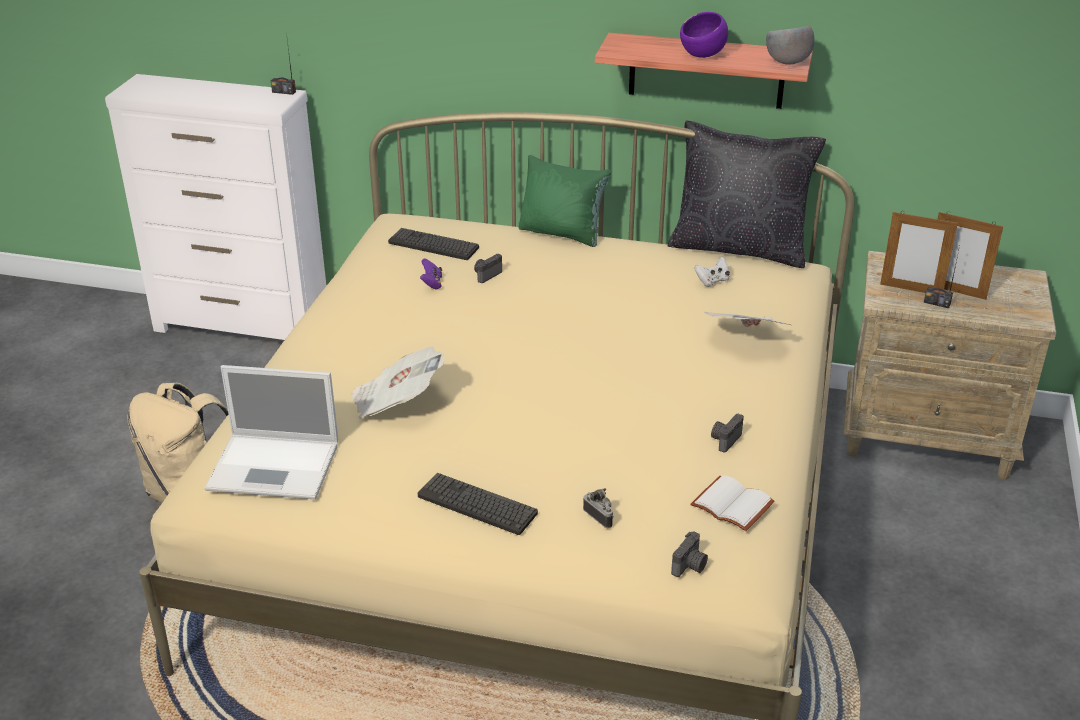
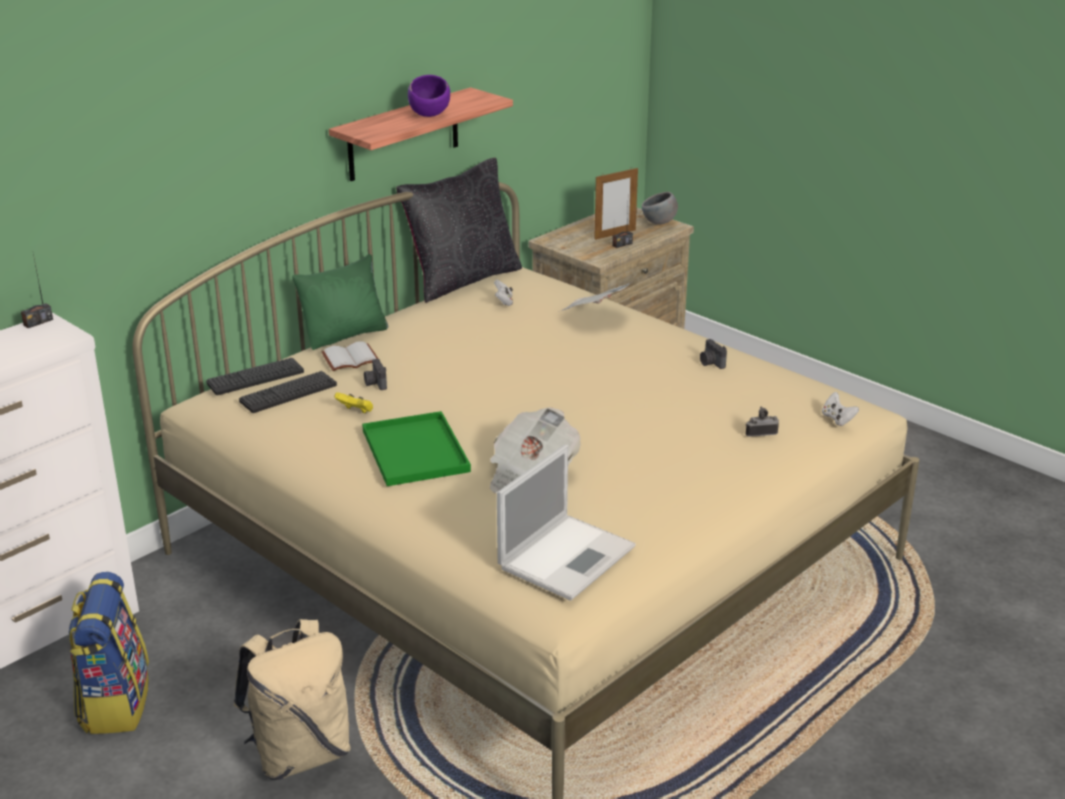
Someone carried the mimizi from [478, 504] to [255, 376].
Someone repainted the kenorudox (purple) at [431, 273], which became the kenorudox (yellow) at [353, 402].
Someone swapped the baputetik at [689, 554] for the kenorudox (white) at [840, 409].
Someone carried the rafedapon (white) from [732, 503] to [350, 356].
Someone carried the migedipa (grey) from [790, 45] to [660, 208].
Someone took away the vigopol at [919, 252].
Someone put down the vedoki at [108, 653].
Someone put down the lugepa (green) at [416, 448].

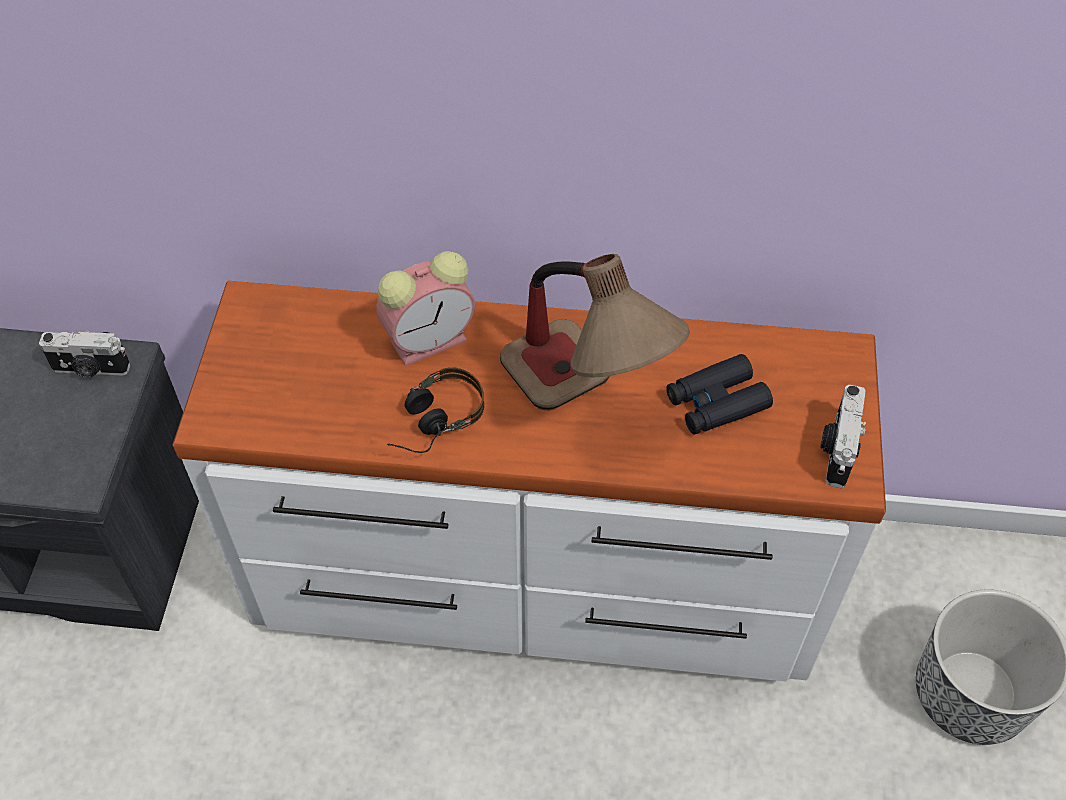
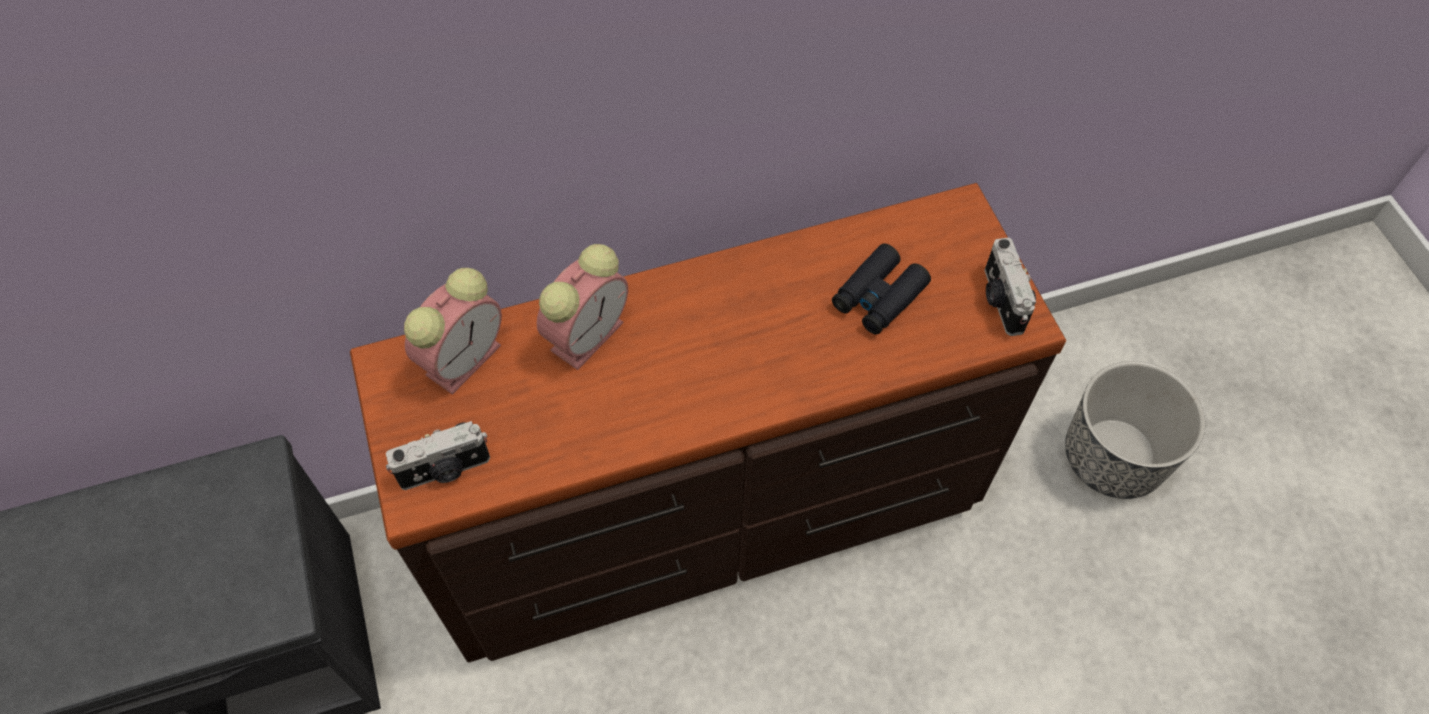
Someone carried the baputetik from [85, 354] to [438, 455].
Someone repainted the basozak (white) at [529, 481], which became the basozak (brown) at [708, 423].
Someone took away the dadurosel at [435, 410].
Someone took away the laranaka at [595, 332].
Someone put down the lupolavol at [453, 331].

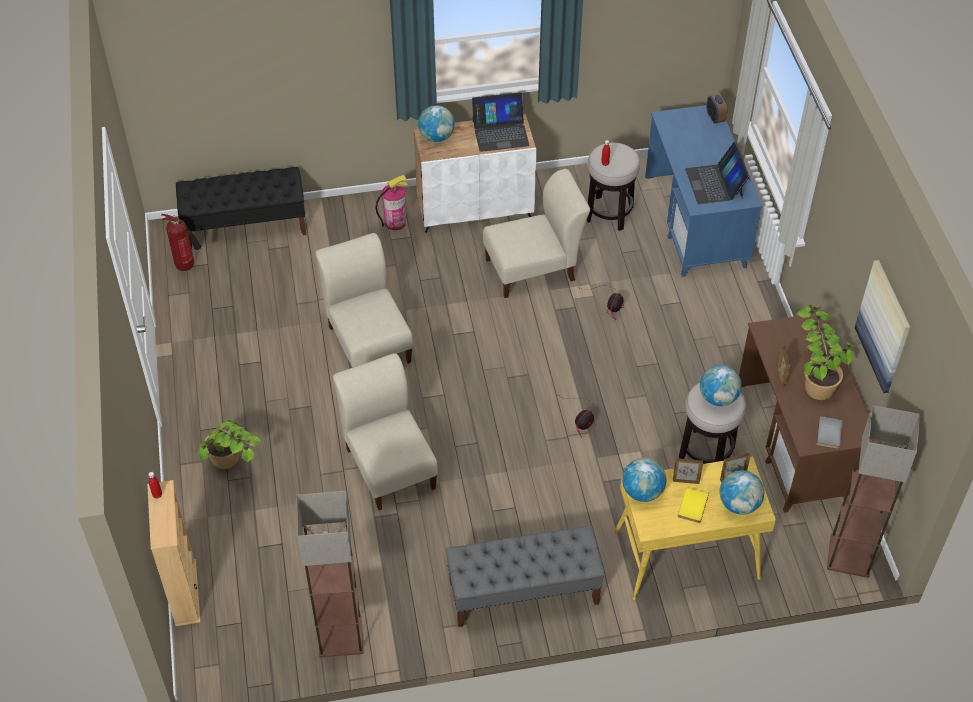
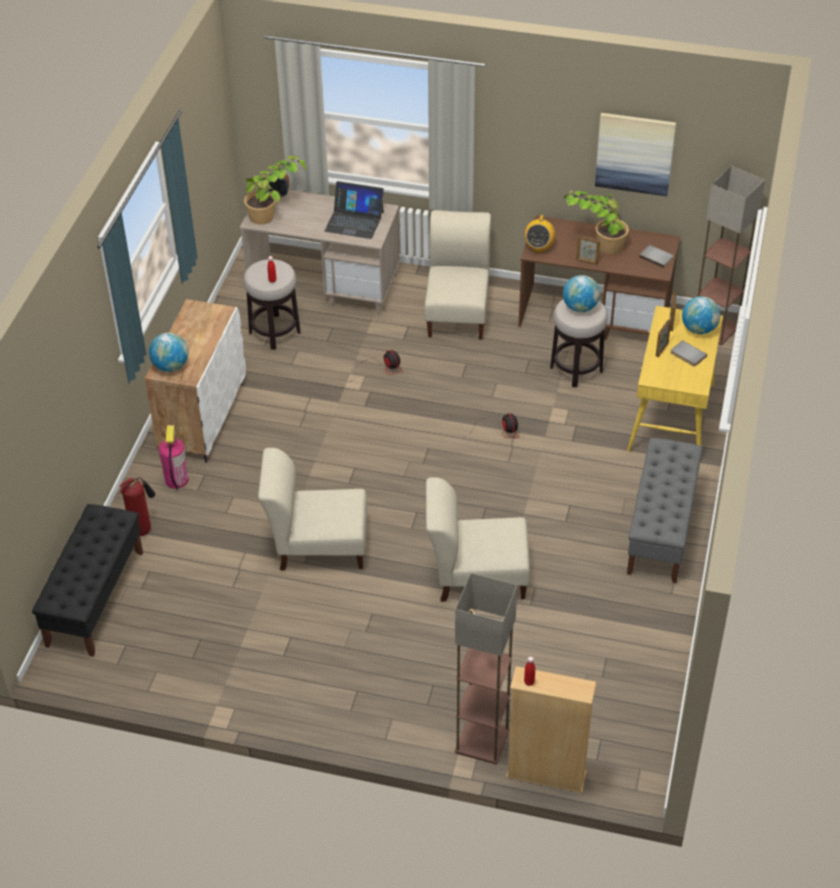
Someone carried the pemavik from [181, 242] to [137, 506].
Someone carried the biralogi from [229, 443] to [275, 190].
Someone carried the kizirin from [330, 574] to [486, 668].
Someone took away the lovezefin at [501, 122].
Someone carried the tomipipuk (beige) from [536, 233] to [458, 275].
Someone took away the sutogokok at [644, 480].
Someone repainted the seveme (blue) at [703, 191], which became the seveme (beige) at [320, 252].
Someone repainted the rafedapon (yellow) at [693, 505], which became the rafedapon (grey) at [689, 353].
Someone put down the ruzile at [539, 234].

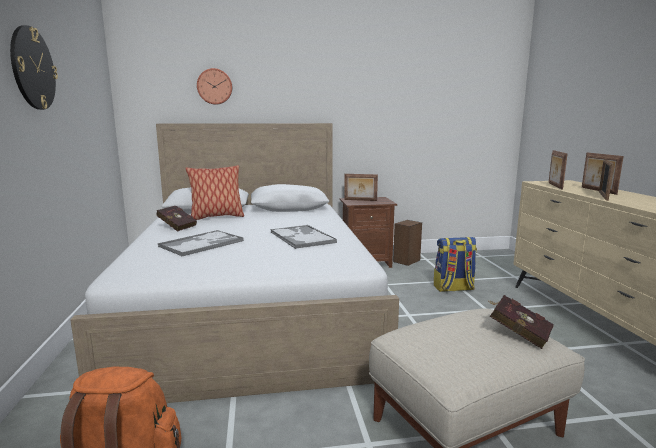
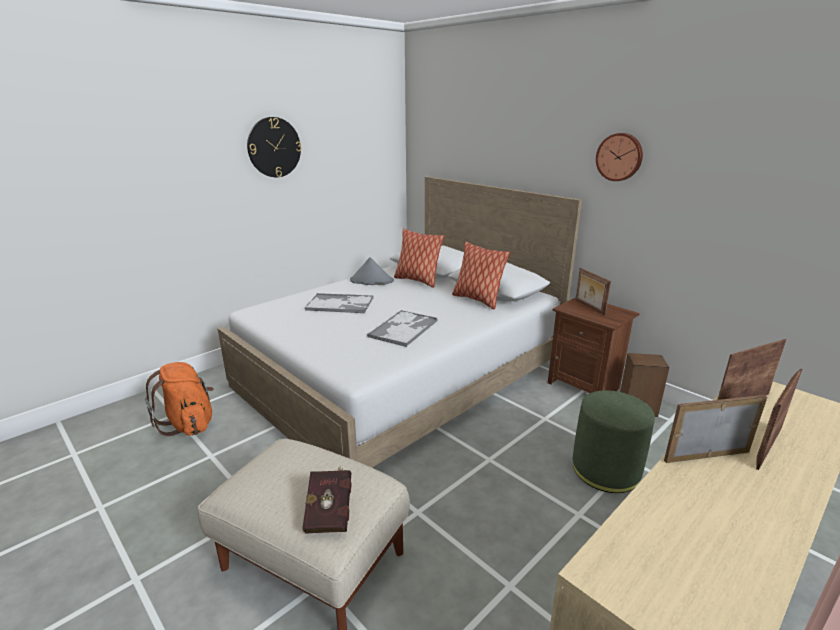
Someone swapped the rafedapon (red) at [176, 218] for the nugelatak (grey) at [372, 271].
Someone carried the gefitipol from [214, 86] to [619, 157].
Someone swapped the vedoki at [455, 264] for the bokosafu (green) at [614, 441].
Someone put down the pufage at [481, 275].

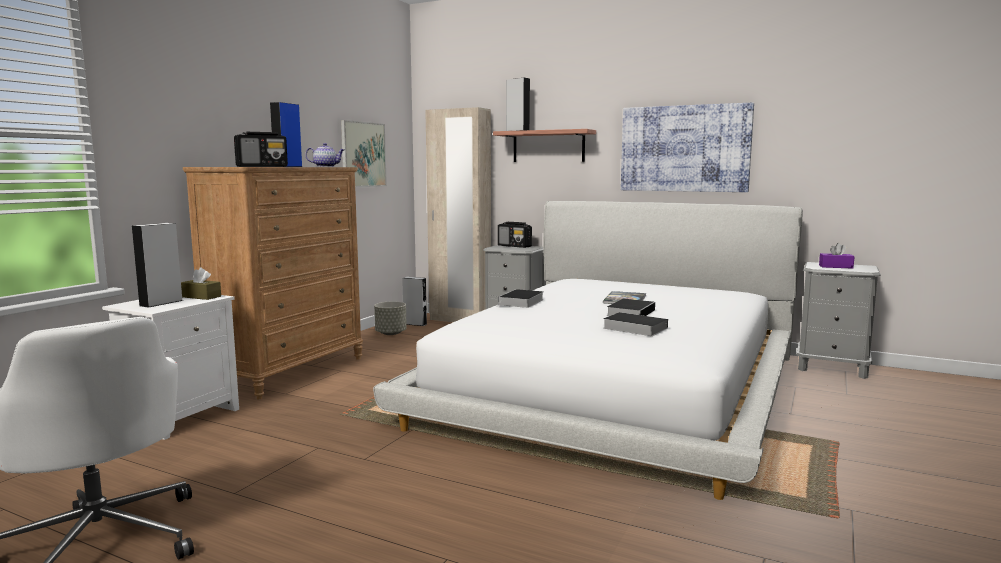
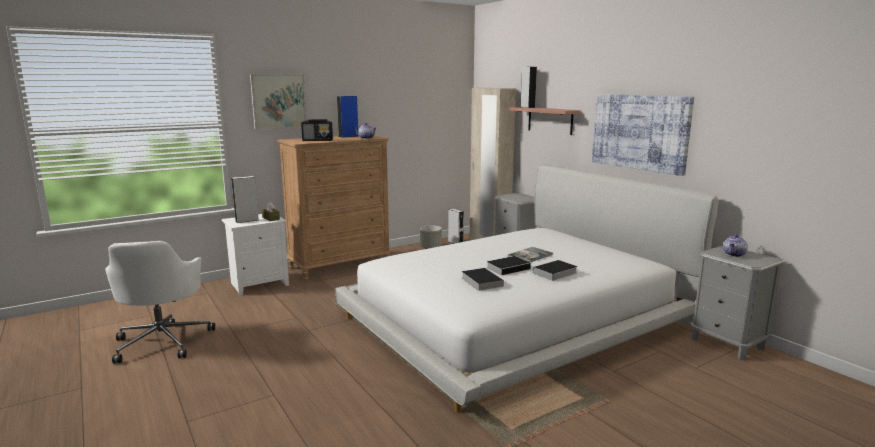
Someone carried the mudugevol from [364, 153] to [278, 102].
Someone carried the rafedapon from [520, 298] to [553, 270].
Someone took away the ruzile at [515, 235].
Someone swapped the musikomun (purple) at [837, 256] for the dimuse at [735, 245].

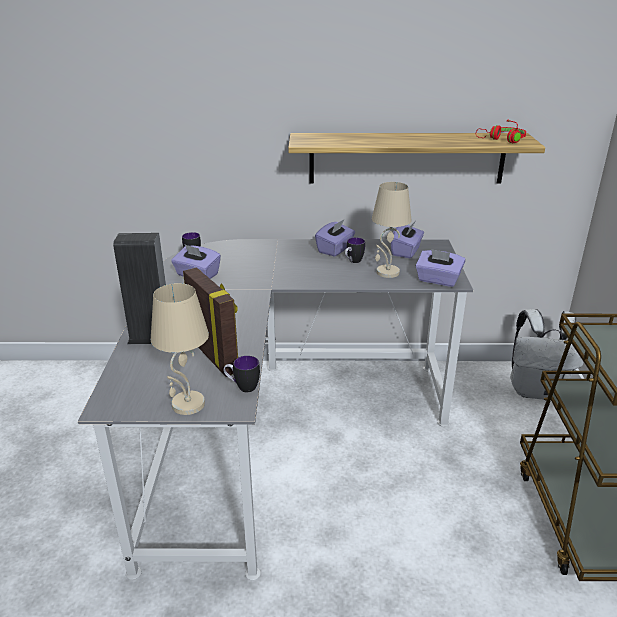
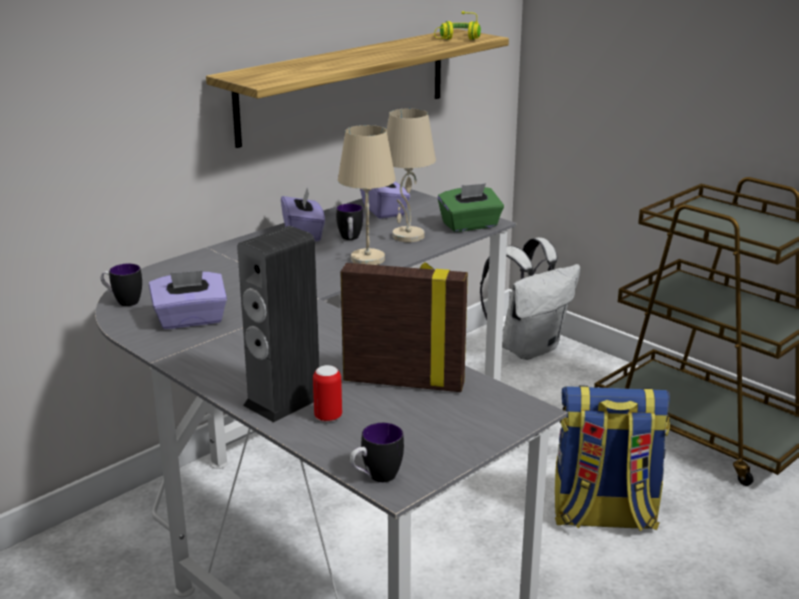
Someone carried the laranaka (beige) from [180, 349] to [367, 195].
Someone carried the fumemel from [242, 374] to [377, 452].
Someone repainted the musikomun (purple) at [441, 268], which became the musikomun (green) at [471, 207].
Someone repainted the dadurosel (red) at [501, 131], which became the dadurosel (yellow) at [457, 25].
Someone put down the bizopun at [327, 393].
Someone put down the vedoki at [612, 458].

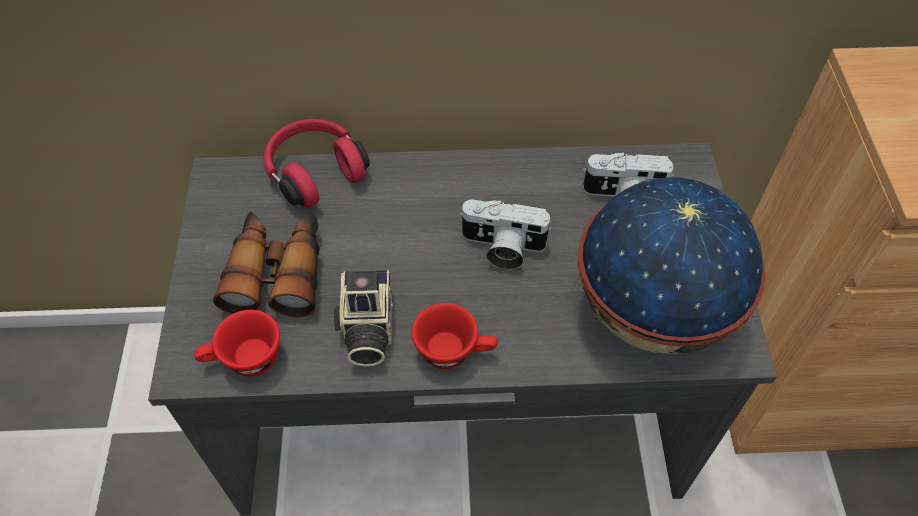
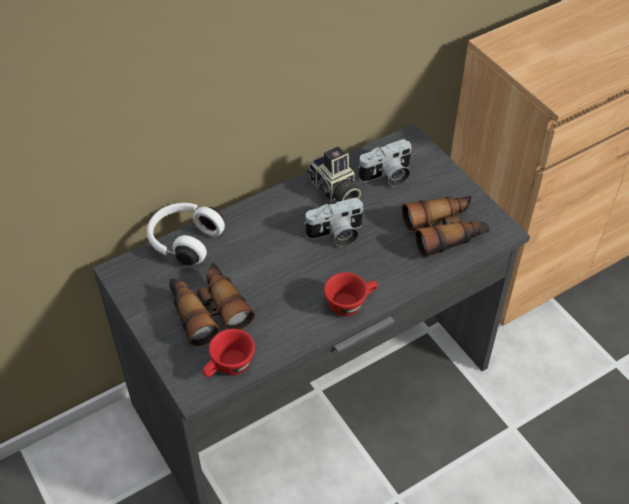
Someone repainted the dadurosel (red) at [316, 163], which became the dadurosel (white) at [186, 234].
Someone carried the baputetik from [363, 318] to [334, 174].
Someone swapped the sutogokok at [671, 265] for the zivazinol at [446, 227].

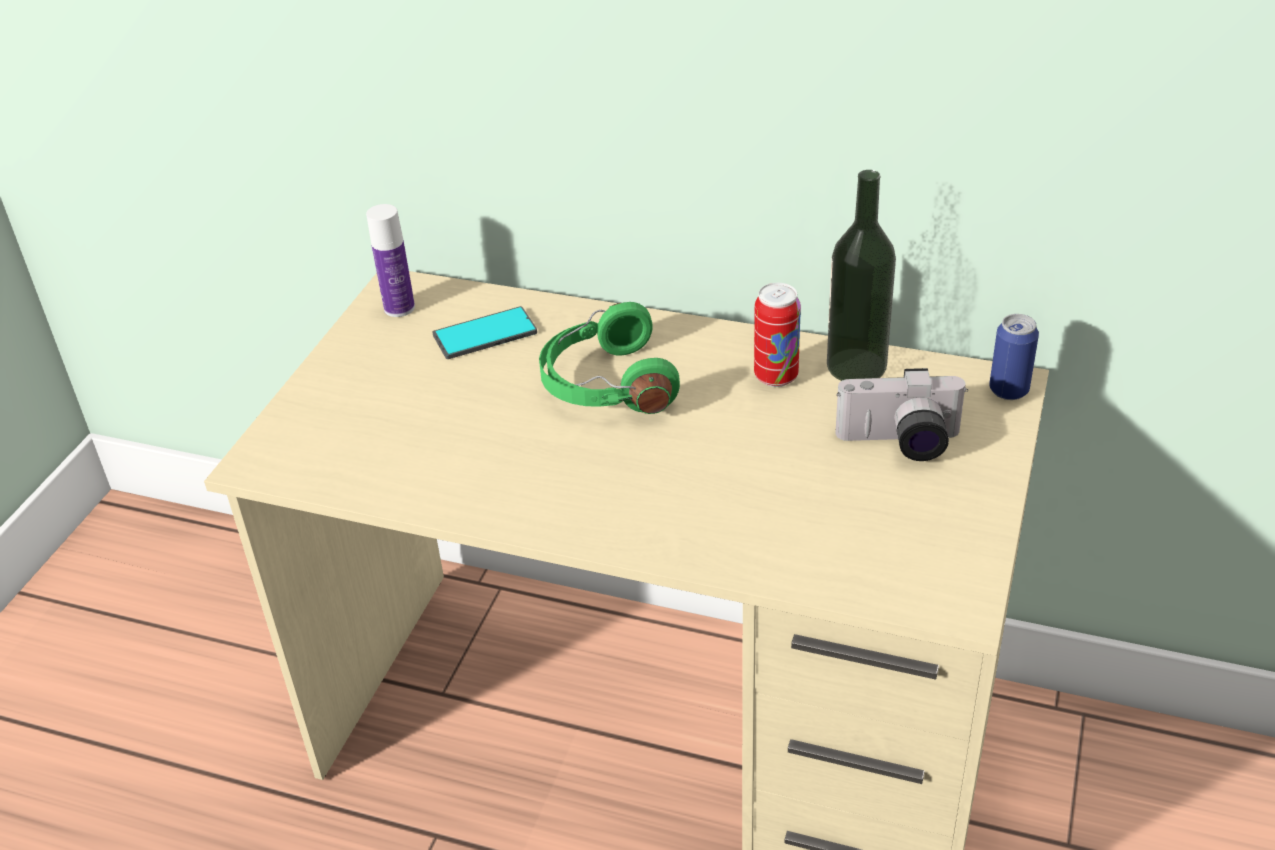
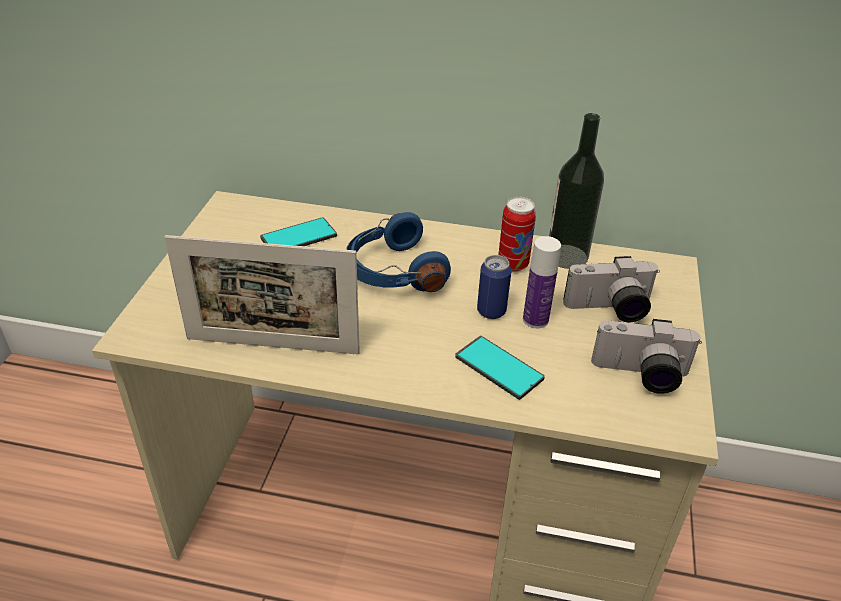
Someone carried the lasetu from [390, 260] to [542, 282].
Someone repainted the dadurosel (green) at [609, 358], which became the dadurosel (blue) at [398, 252].
Someone carried the bizopun from [1014, 357] to [494, 287].
Someone put down the vigopol at [262, 295].
Someone put down the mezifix at [500, 368].
Someone put down the baputetik at [646, 356].

